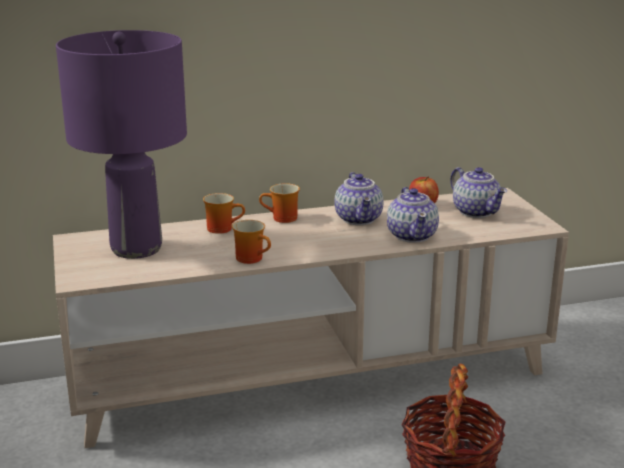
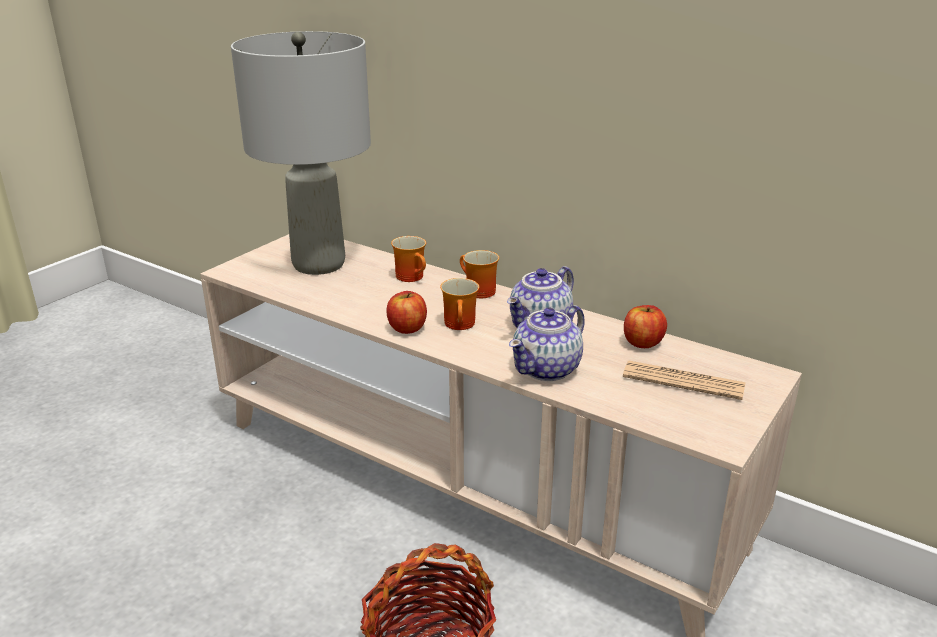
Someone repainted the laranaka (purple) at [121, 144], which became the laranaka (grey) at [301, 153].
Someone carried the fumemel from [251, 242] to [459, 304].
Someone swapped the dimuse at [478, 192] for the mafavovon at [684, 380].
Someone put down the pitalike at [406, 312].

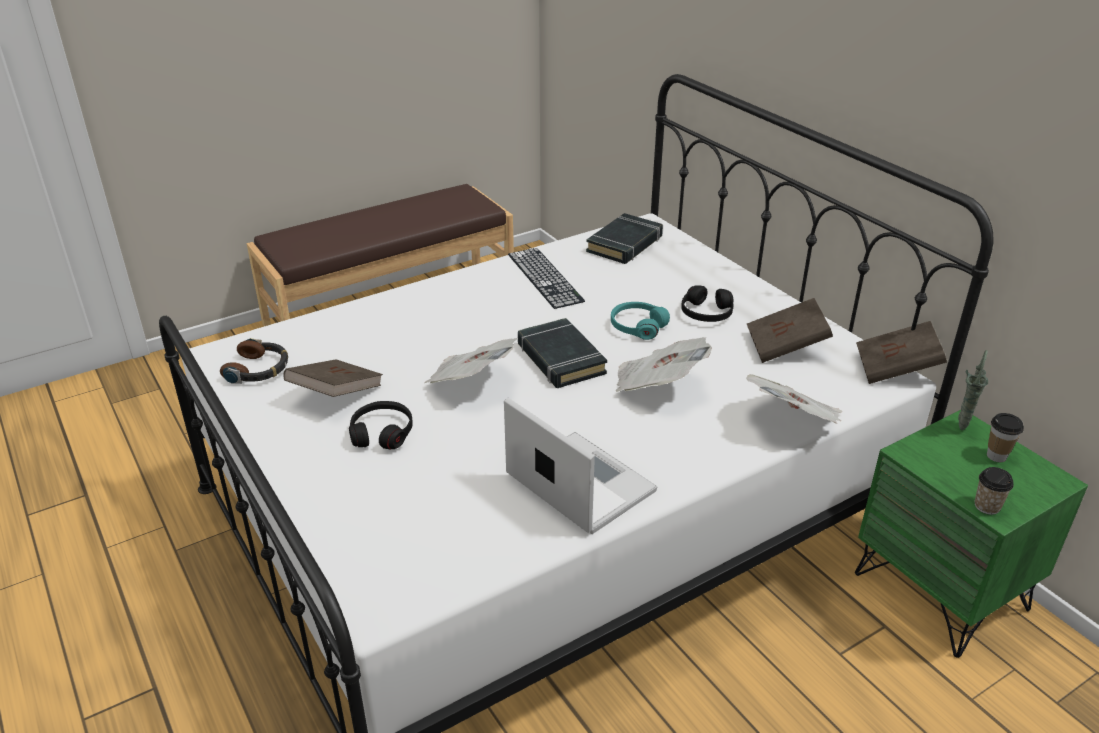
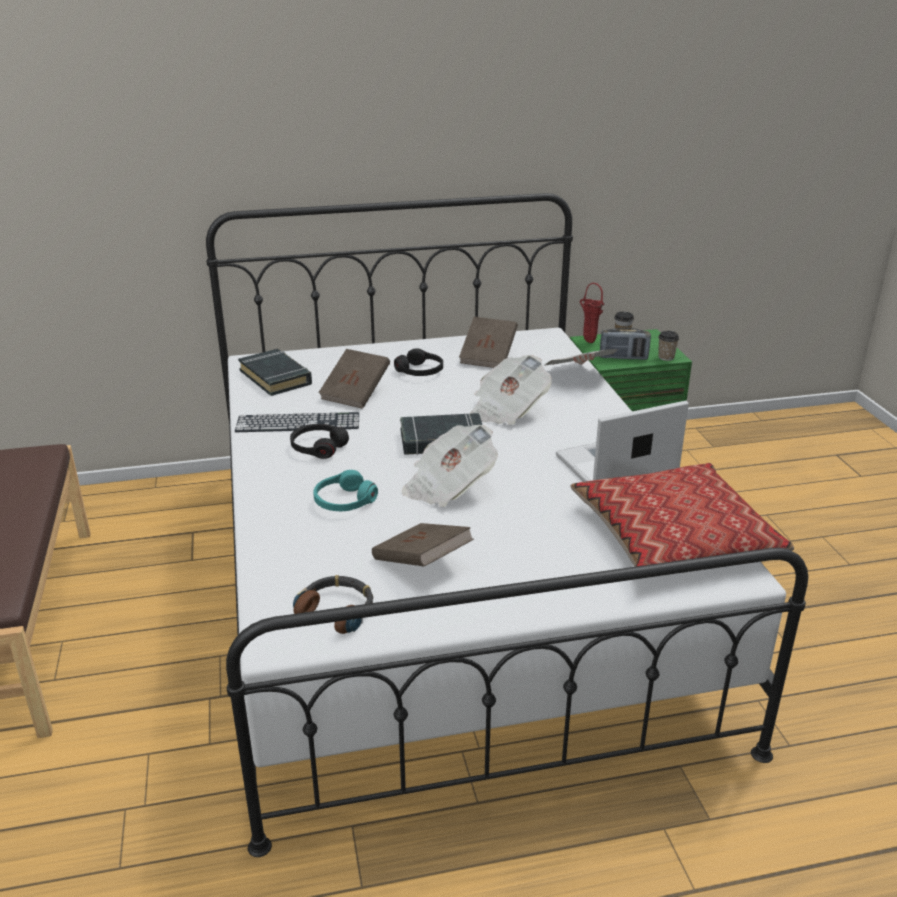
Someone carried the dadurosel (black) from [381, 425] to [319, 441].
Someone carried the dadurosel (turquoise) from [640, 321] to [345, 490].
Someone carried the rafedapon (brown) from [901, 352] to [354, 379].
Someone repainted the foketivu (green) at [973, 390], which became the foketivu (red) at [592, 313].
Someone put down the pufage at [682, 515].
Someone put down the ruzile at [625, 344].

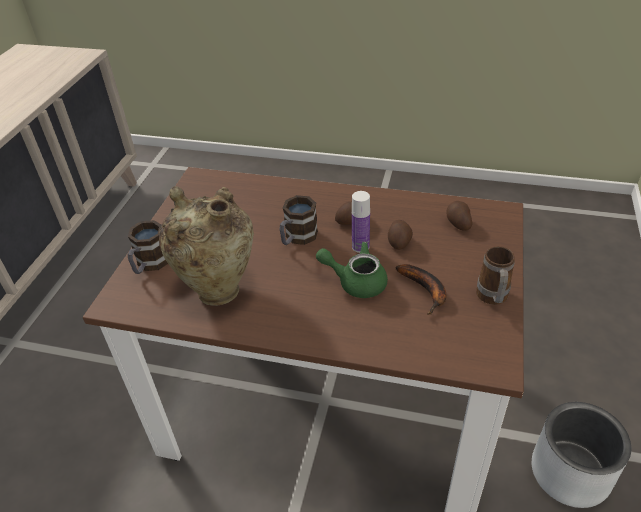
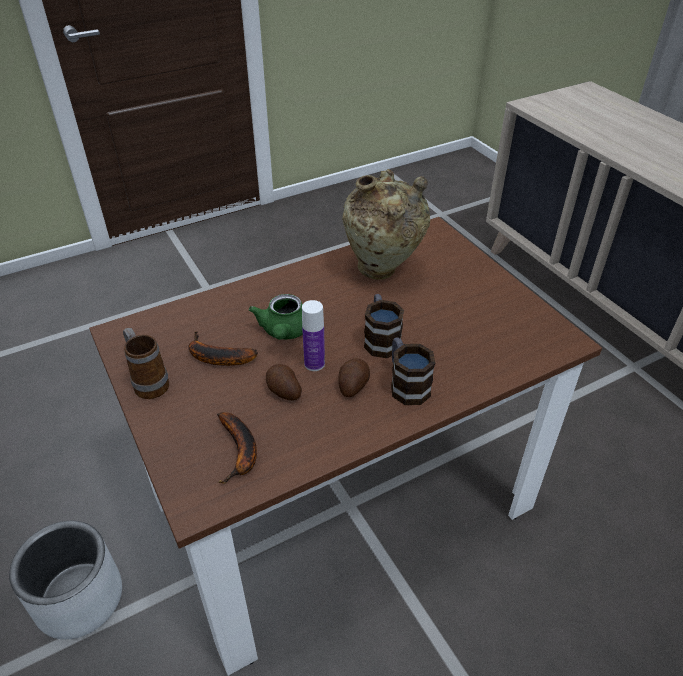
Someone carried the fumemel from [148, 247] to [413, 371].
Someone rotated the dimuse (green) at [352, 269] by 120 degrees clockwise.
Someone swapped the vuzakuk at [459, 216] for the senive at [237, 448].

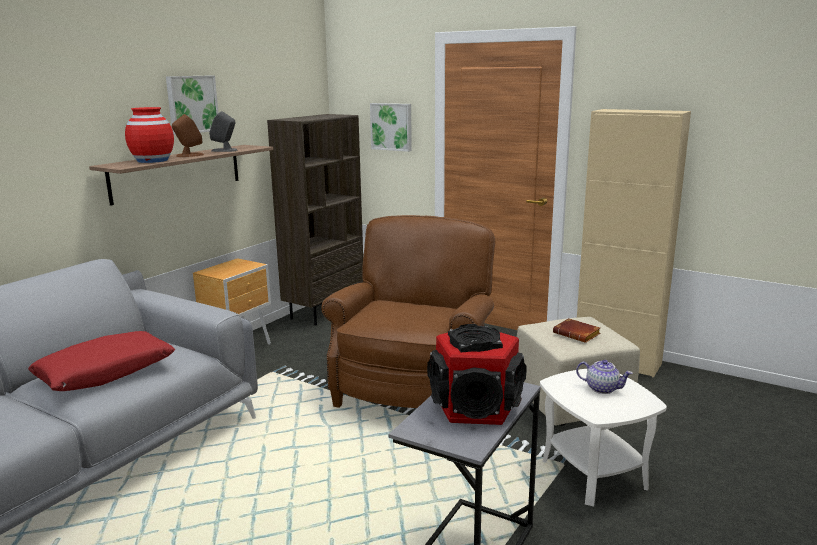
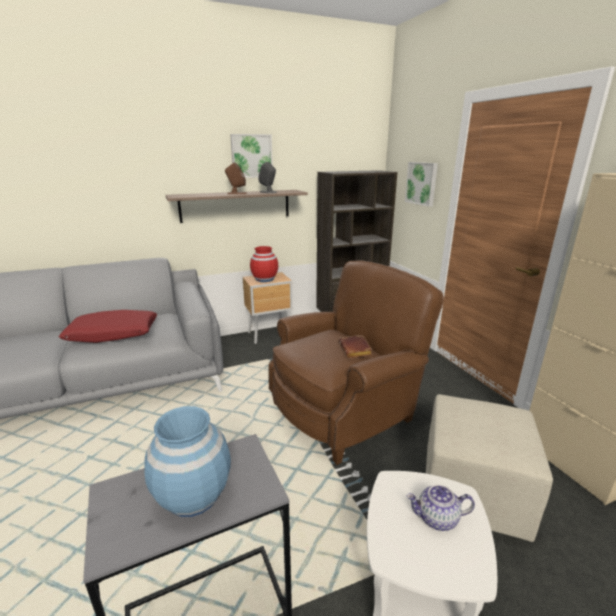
Someone carried the foketivu (red) from [149, 135] to [264, 264].
Someone swapped the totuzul at [477, 374] for the foketivu (blue) at [187, 461].
Someone carried the rafedapon (brown) from [576, 330] to [355, 346].
Someone rotated the dimuse at [604, 377] by 120 degrees clockwise.

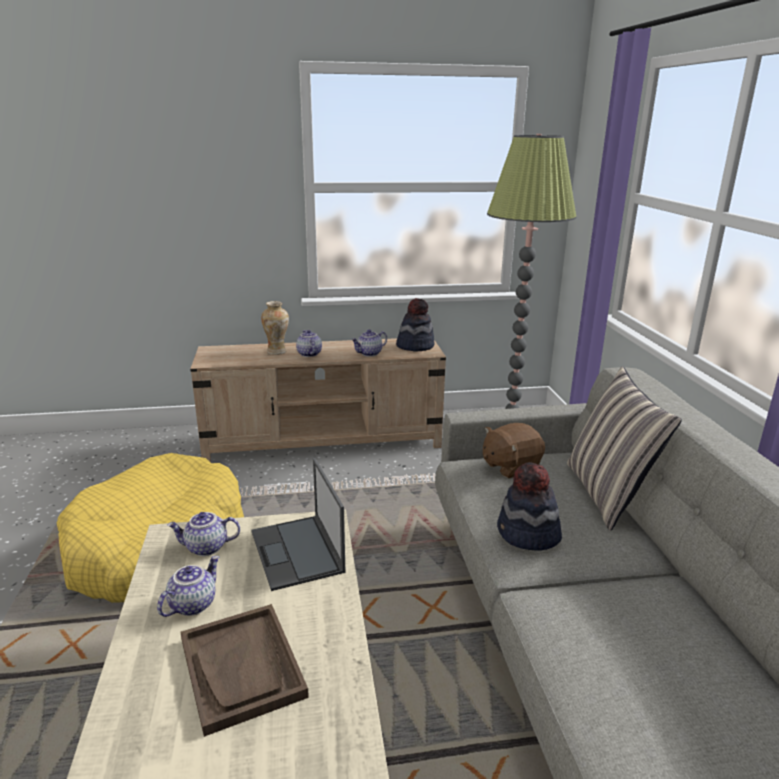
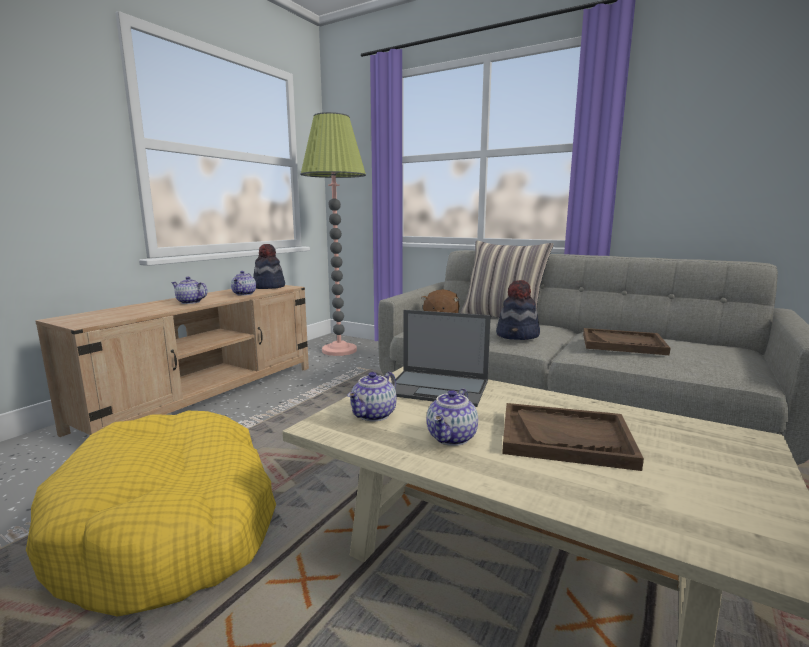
Someone rotated the dimuse at [188, 586] by 135 degrees counterclockwise.
Someone took away the foketivu at [275, 328].
Someone put down the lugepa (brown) at [626, 341].

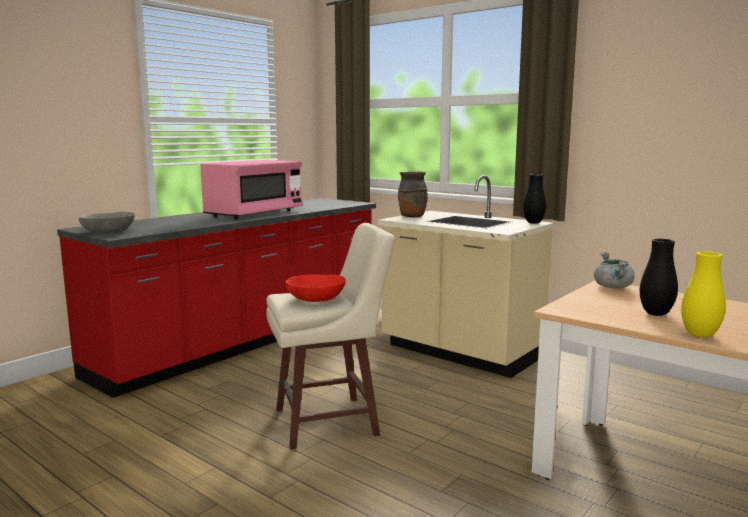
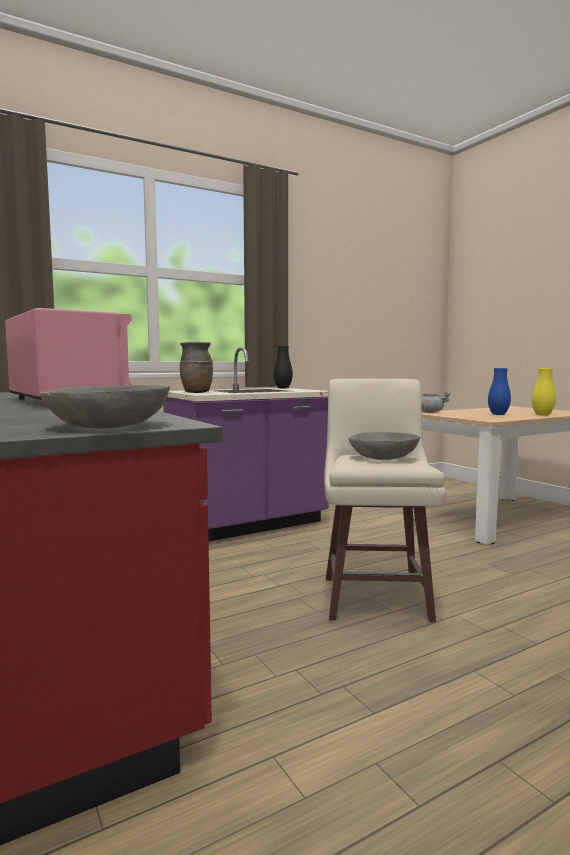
Someone repainted the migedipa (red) at [315, 288], which became the migedipa (grey) at [384, 446].
Someone repainted the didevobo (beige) at [465, 276], which became the didevobo (purple) at [246, 444].
Someone repainted the foketivu (black) at [659, 277], which became the foketivu (blue) at [499, 391].

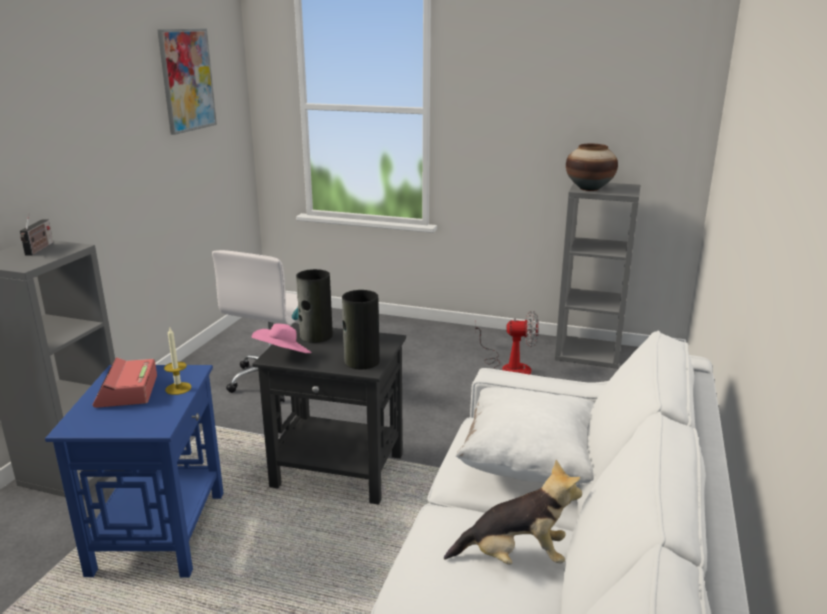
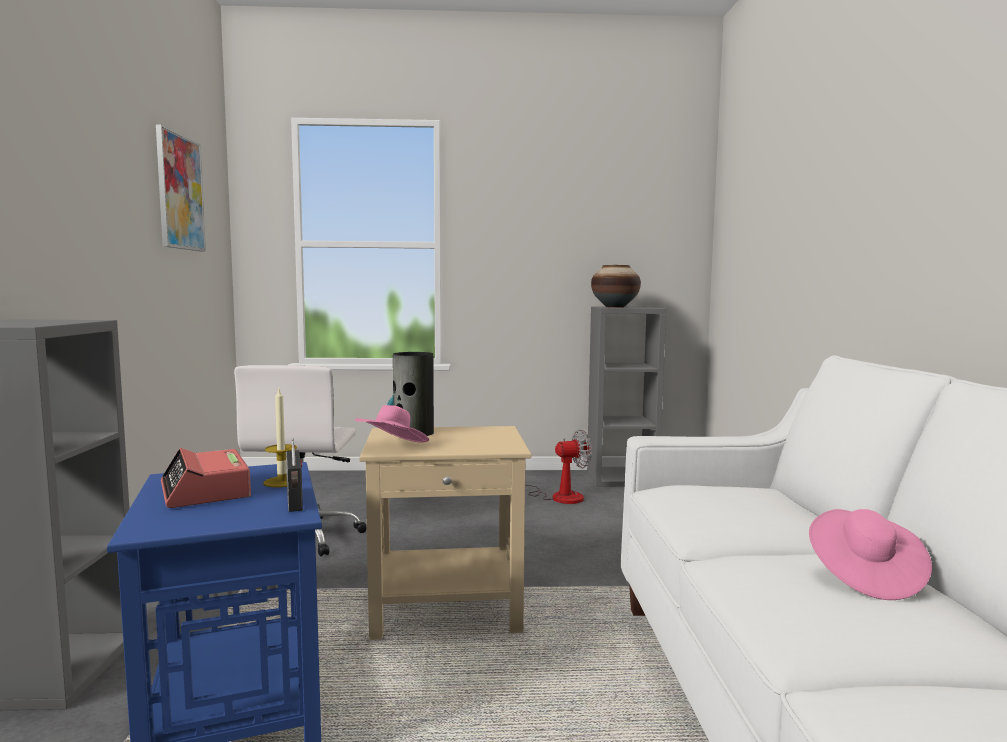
Someone carried the ruzile from [36, 234] to [294, 475].
Someone repainted the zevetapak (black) at [329, 414], which became the zevetapak (beige) at [445, 533].
Someone took away the foketivu at [361, 329].
Someone swapped the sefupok at [513, 512] for the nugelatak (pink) at [870, 554].
Someone took away the pufage (white) at [525, 435].

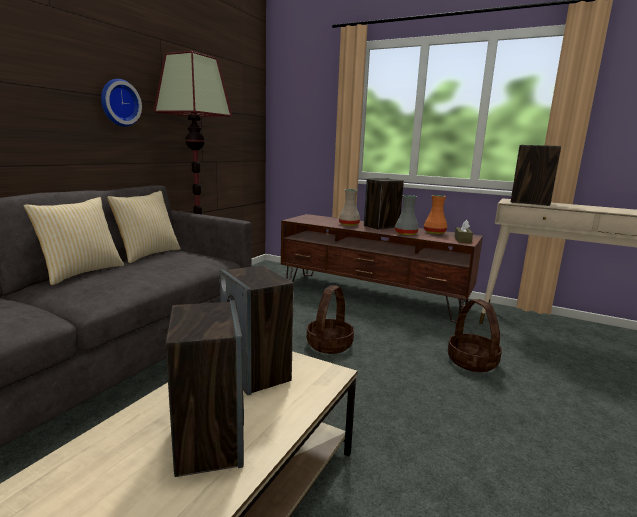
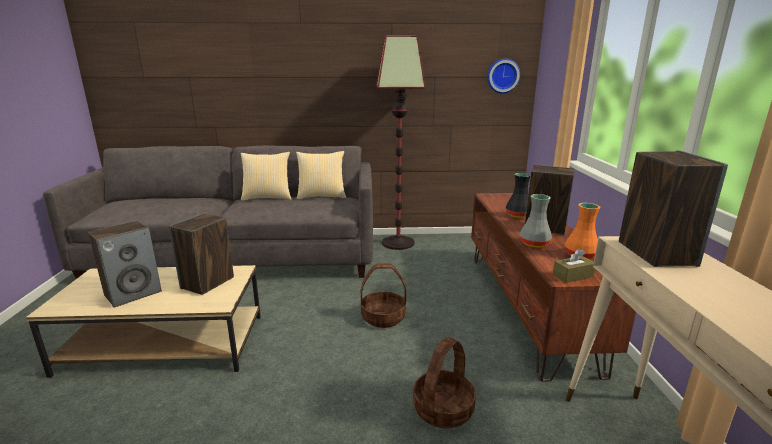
Someone carried the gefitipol from [121, 103] to [503, 76].
Someone repainted the foketivu (beige) at [349, 207], which became the foketivu (black) at [518, 195].

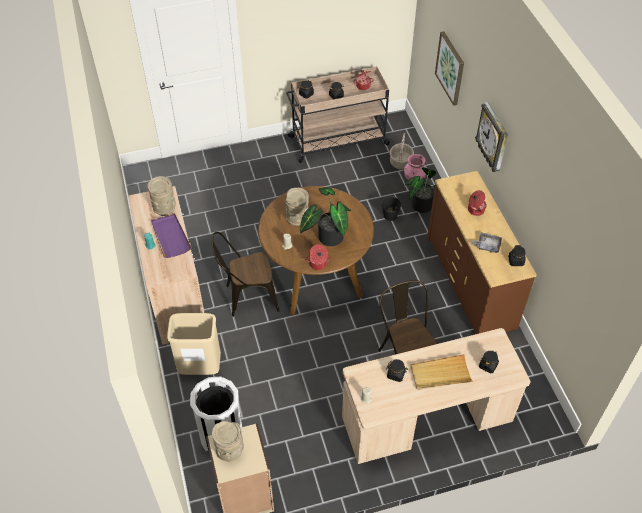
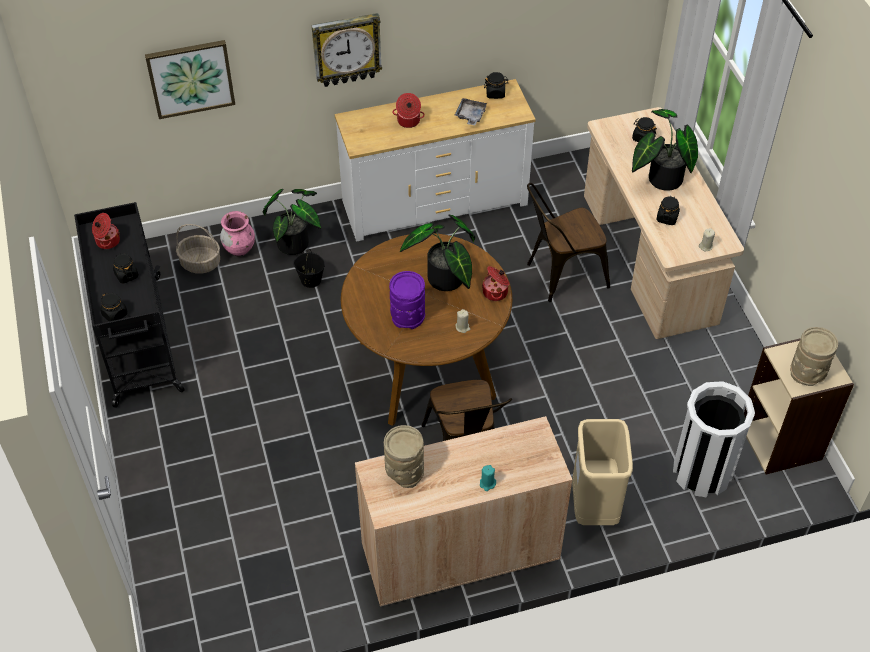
Someone took away the lugepa (purple) at [171, 235].
Someone repainted the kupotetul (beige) at [338, 114], which became the kupotetul (black) at [129, 305].
Someone repainted the foketivu (beige) at [297, 207], which became the foketivu (purple) at [407, 300].
Someone swapped the lugepa (beige) at [441, 372] for the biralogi at [665, 150].
Someone repainted the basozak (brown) at [482, 253], which became the basozak (white) at [435, 160].

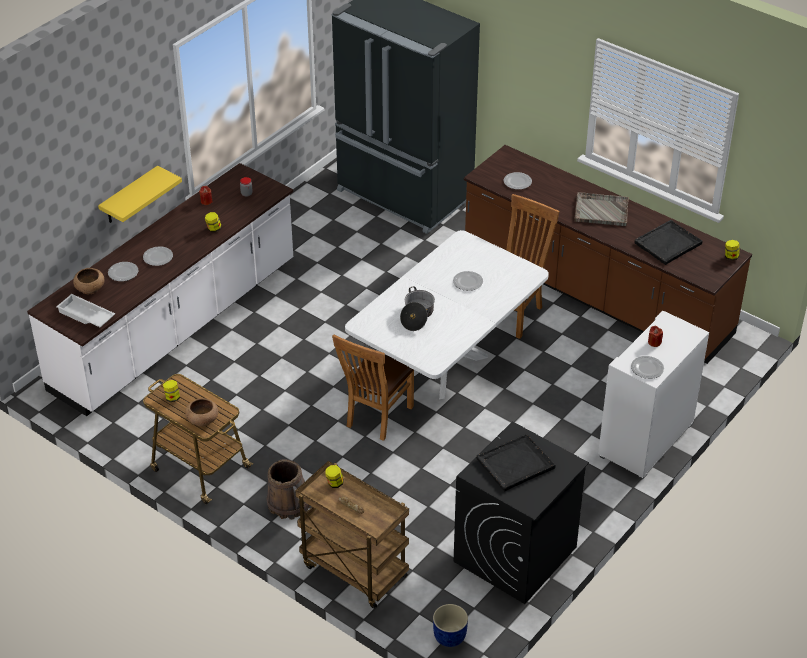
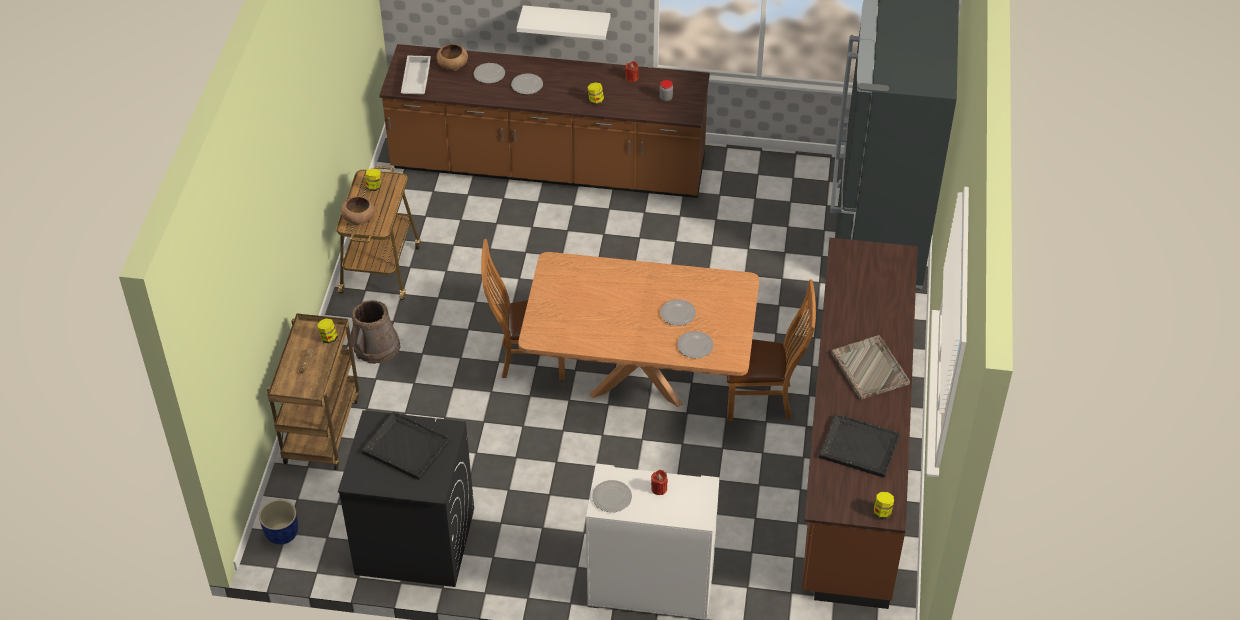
Someone repainted the didevobo (white) at [160, 289], which became the didevobo (brown) at [544, 121].
Someone repainted the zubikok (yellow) at [140, 194], which became the zubikok (white) at [563, 22].
Someone repainted the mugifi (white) at [447, 314], which became the mugifi (brown) at [638, 329].
Someone took away the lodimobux at [417, 308].
Someone carried the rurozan from [518, 181] to [695, 344].

